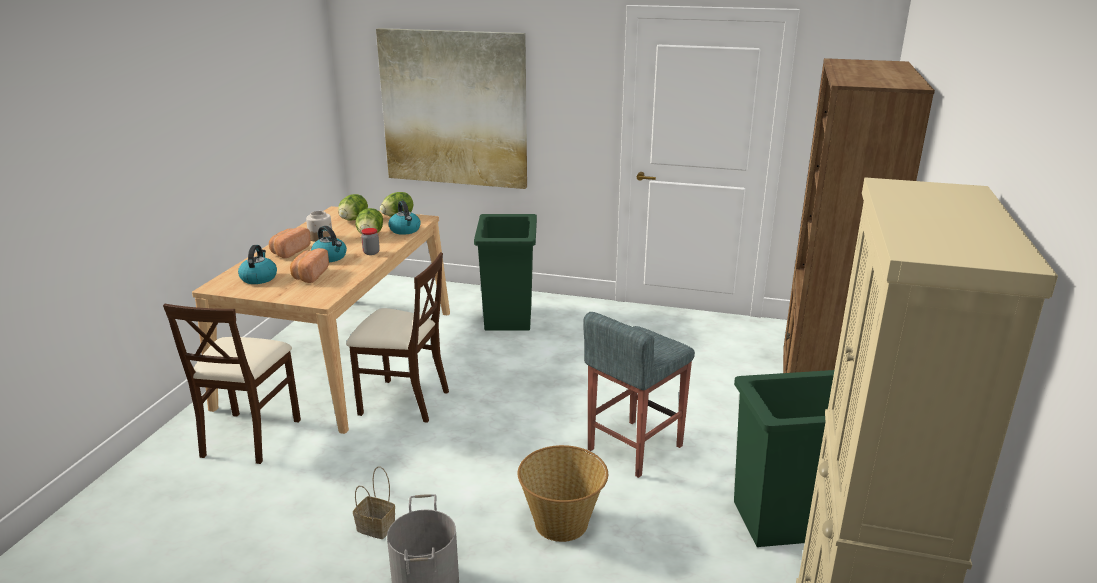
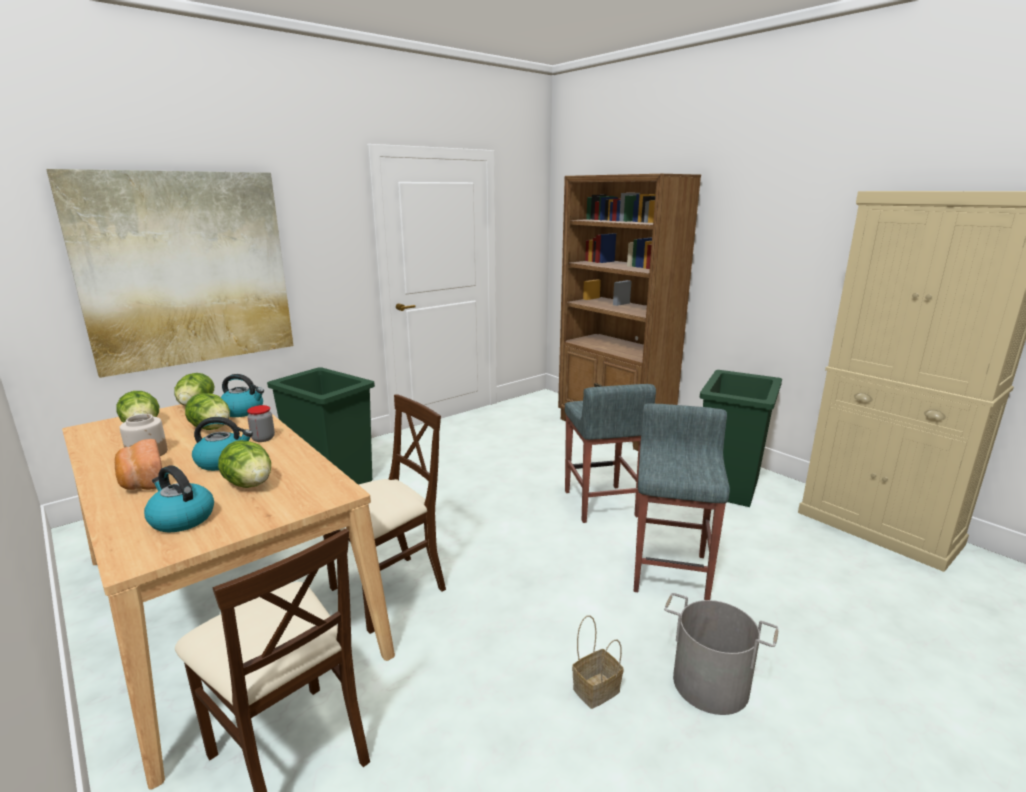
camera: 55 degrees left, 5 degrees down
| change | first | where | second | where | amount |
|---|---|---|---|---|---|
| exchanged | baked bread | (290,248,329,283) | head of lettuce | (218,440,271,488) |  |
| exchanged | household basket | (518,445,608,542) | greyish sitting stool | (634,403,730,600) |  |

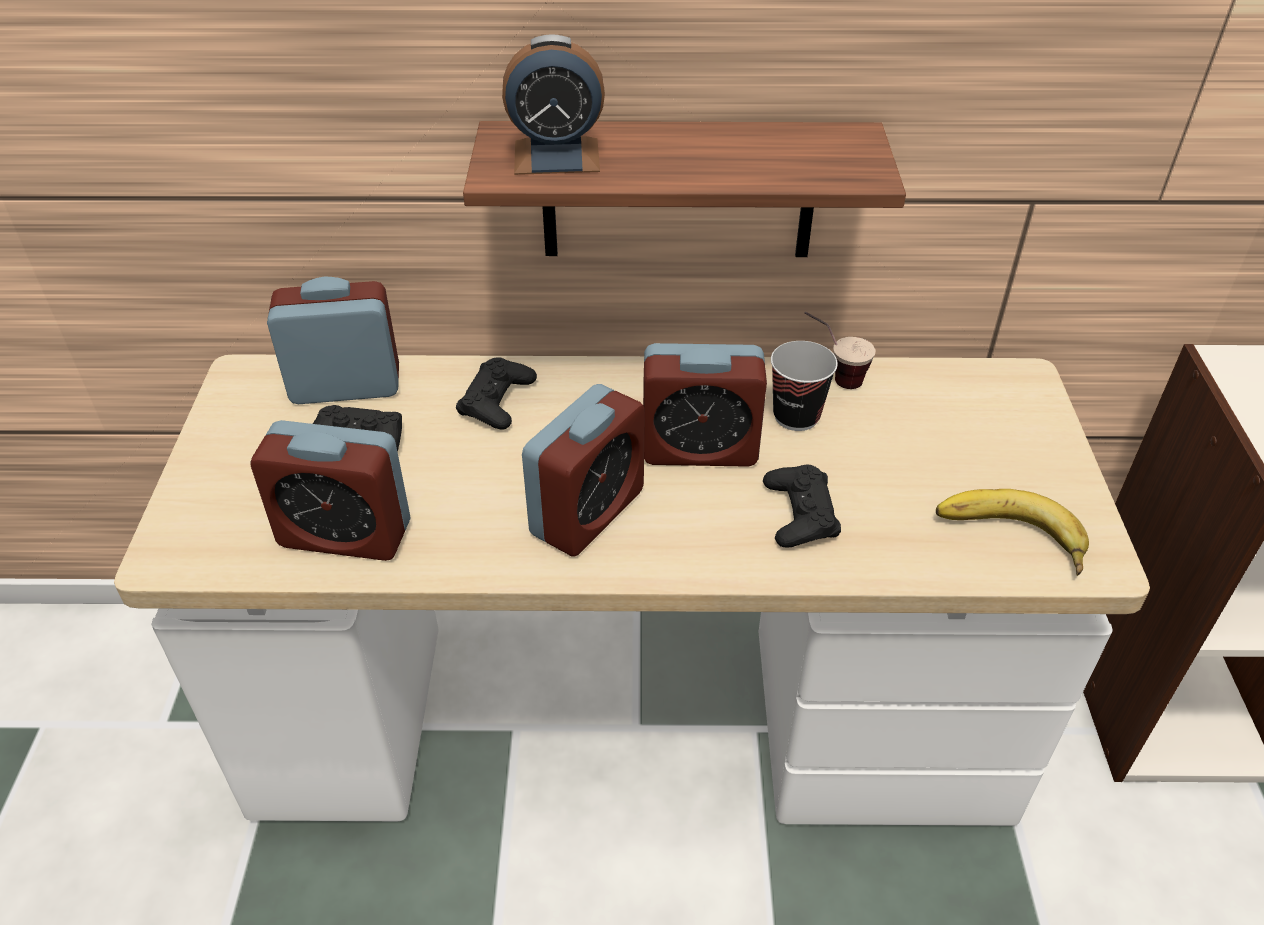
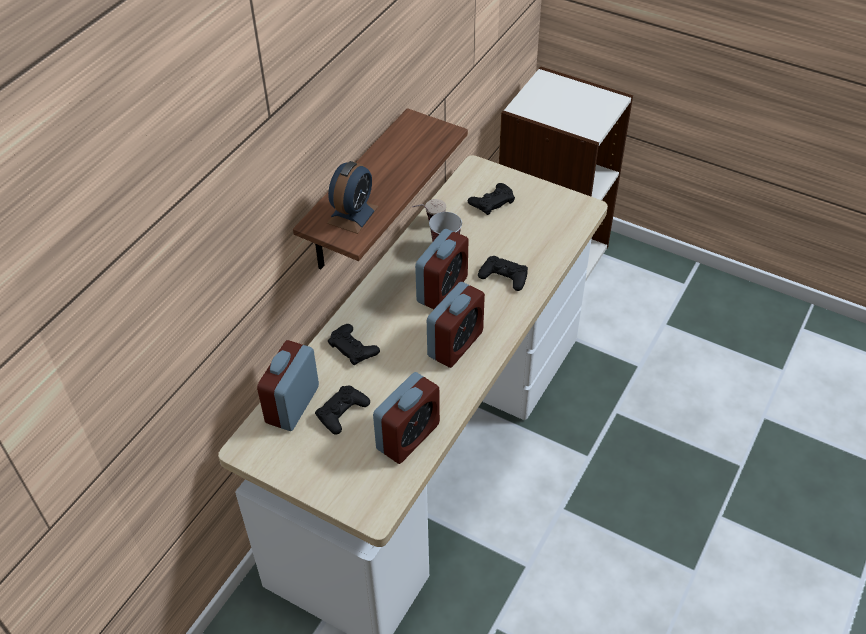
camera: 60 degrees left, 5 degrees up
| change | first | where | second | where | amount |
|---|---|---|---|---|---|
| spun | alarm clock | (522,384,645,556) |  | (427,282,485,368) | 60 degrees clockwise |
| appeared |  |  | black-coloured joypad | (468,183,515,215) |  |
| missing | banana | (936,489,1089,576) |  |  |  |

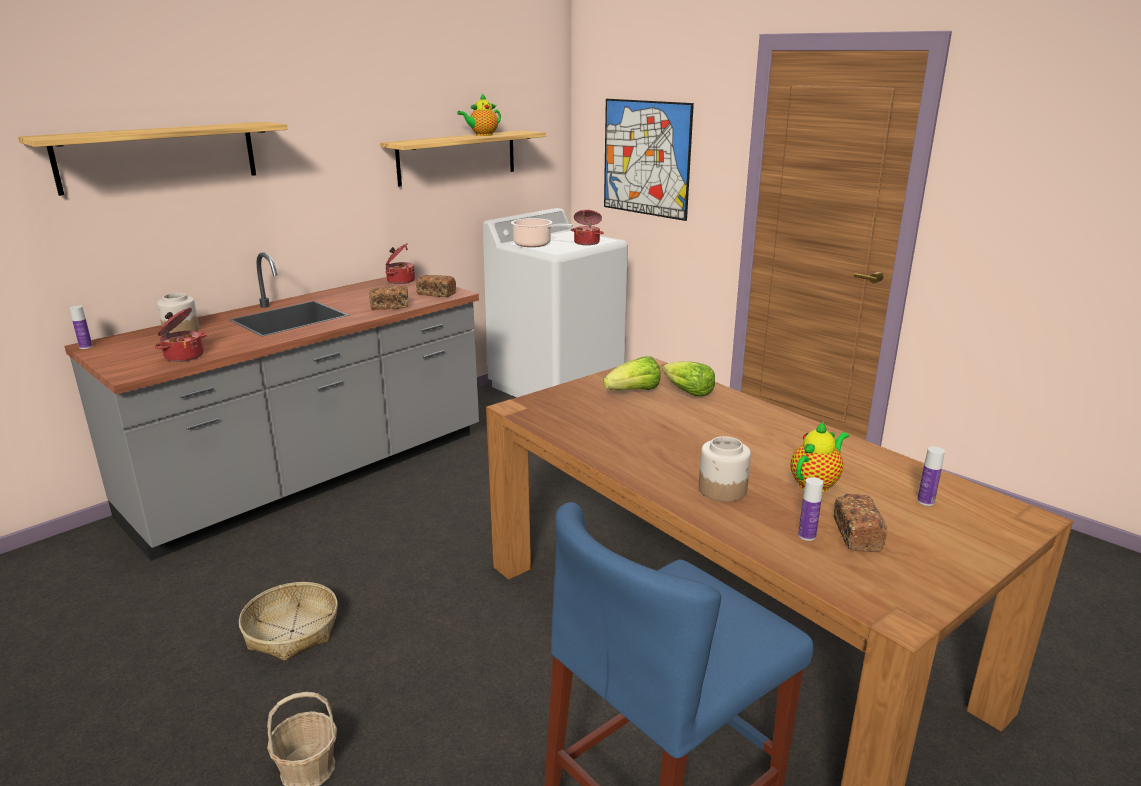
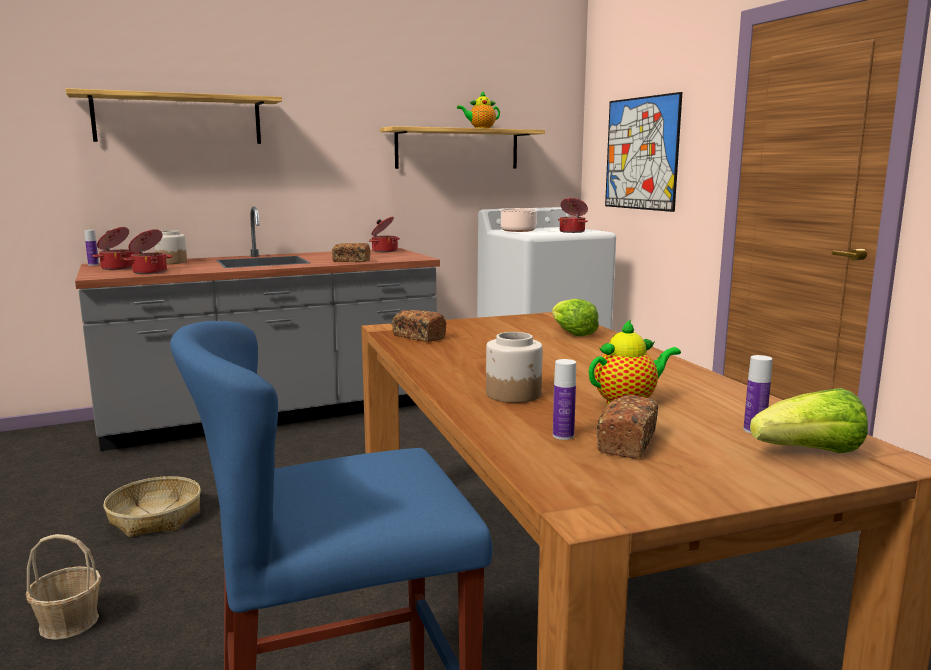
camera: 20 degrees right, 10 degrees down
| change | first | where | second | where | amount |
|---|---|---|---|---|---|
| appeared |  |  | stockpot | (93,227,139,270) |  |
| relocated | baked bread | (416,275,456,297) |  | (392,310,446,342) |  |
| relocated | head of lettuce | (603,356,661,390) |  | (750,388,868,453) |  |

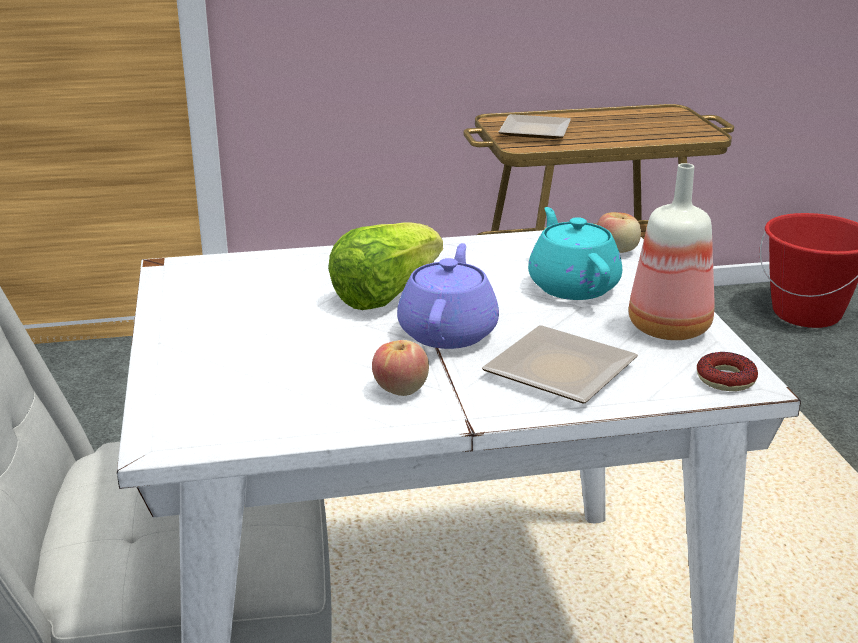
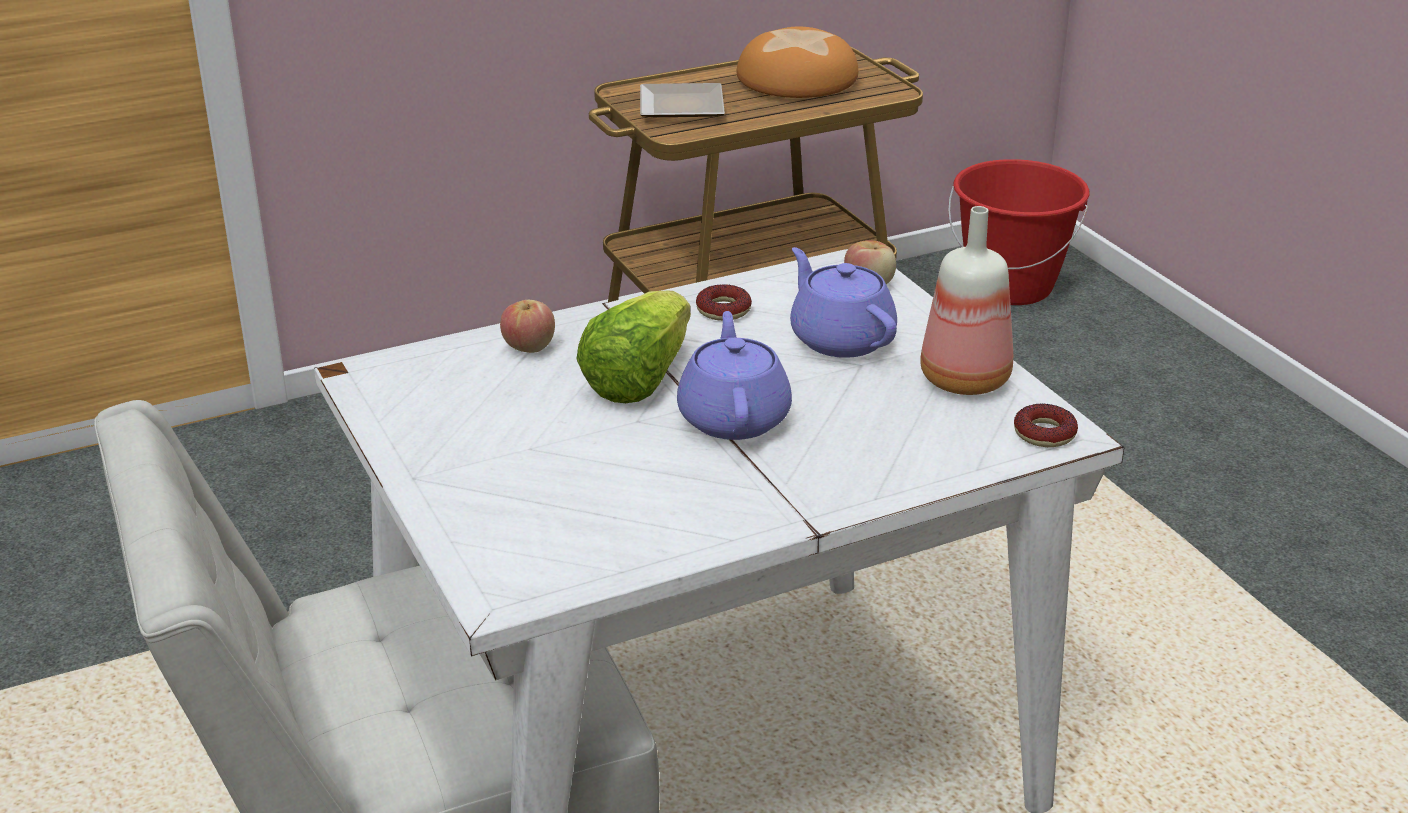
camera: 15 degrees left, 5 degrees up
| change | first | where | second | where | amount |
|---|---|---|---|---|---|
| relocated | apple fruit | (372,340,429,396) |  | (500,300,555,353) |  |
| appeared |  |  | ring doughnut | (696,284,752,321) |  |
| appeared |  |  | baked bread | (737,27,858,98) |  |
| colour | turquoise pot for tea | (528,207,622,300) | purplish pot for tea | (790,247,897,358) |  |
| missing | flat dish | (481,325,638,403) |  |  |  |

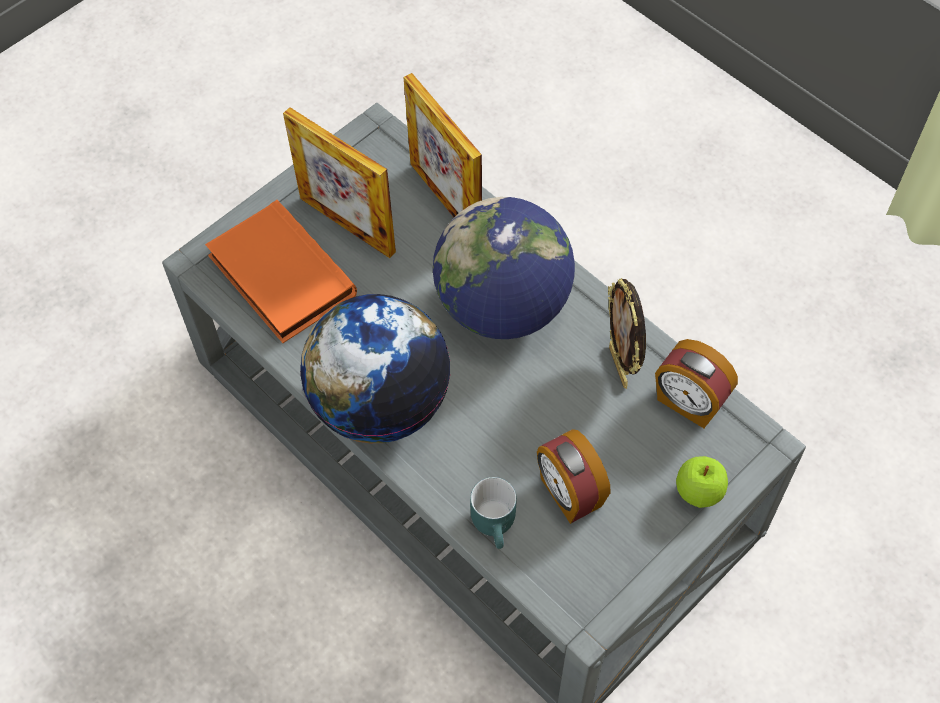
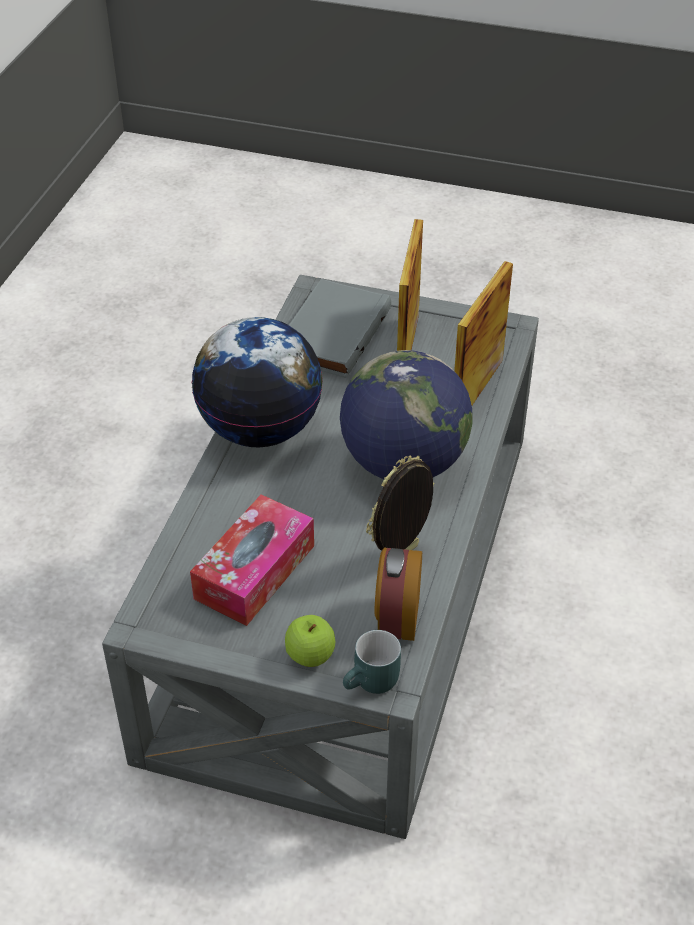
camera: 60 degrees right, 15 degrees down
| change | first | where | second | where | amount |
|---|---|---|---|---|---|
| exchanged | alarm clock | (537,429,611,524) | tissue box | (190,495,314,626) |  |
| colour | orange book | (205,200,357,343) | greyish book | (289,279,391,378) |  |
| relocated | turquoise tea mug | (470,477,517,549) |  | (343,630,401,694) |  |

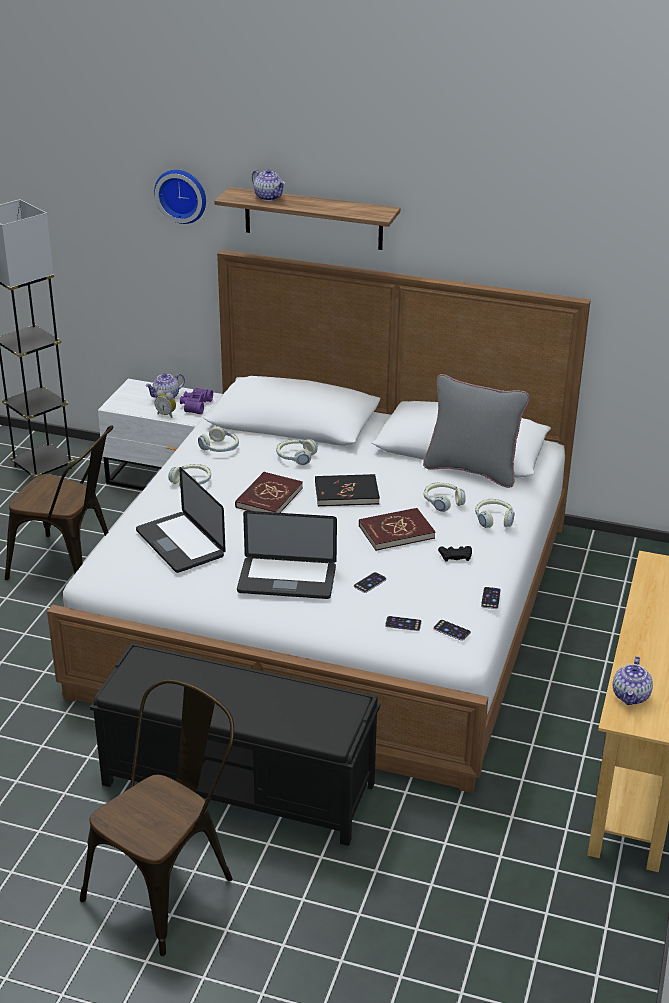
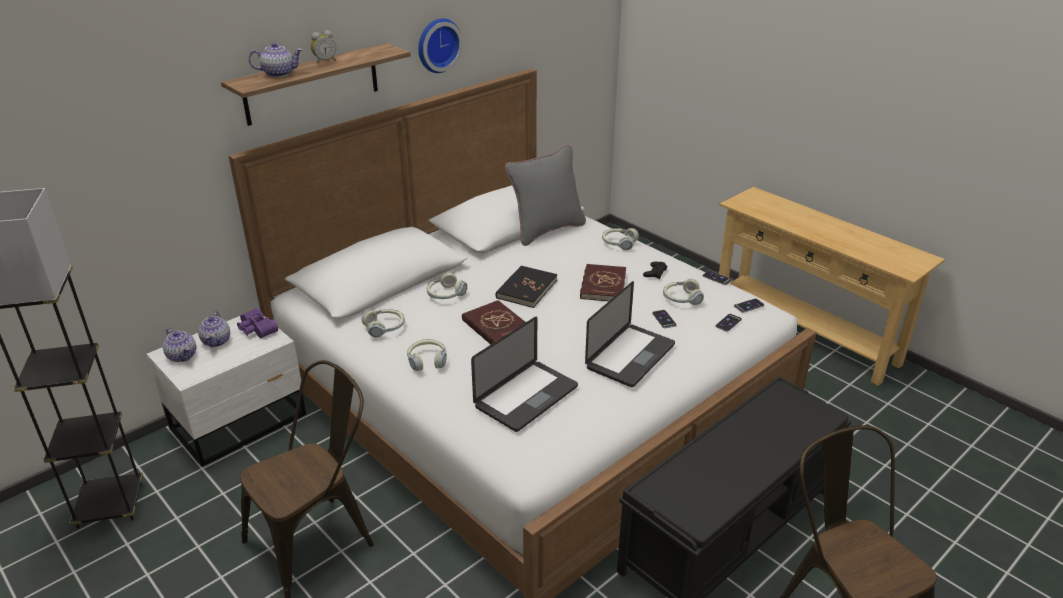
camera: 60 degrees left, 0 degrees up
| change | first | where | second | where | amount |
|---|---|---|---|---|---|
| relocated | pot for tea | (613,656,653,705) |  | (163,328,196,362) |  |
| relocated | alarm clock | (155,390,176,418) |  | (311,30,336,64) |  |
| relocated | clock on the wall | (154,170,206,224) |  | (418,18,463,73) |  |
| spun | laptop | (136,467,226,573) |  | (471,317,578,432) | 45 degrees counterclockwise |
| relocated | pair of headphones | (424,483,466,512) |  | (663,279,704,305) |  |

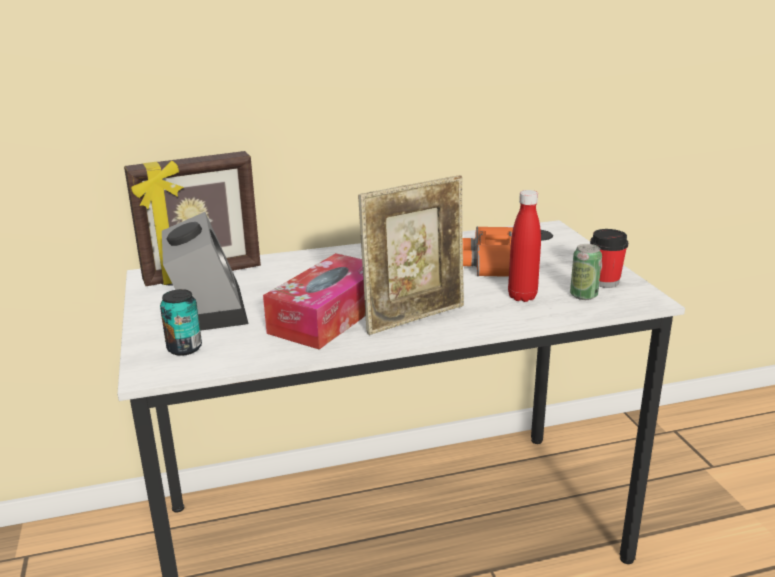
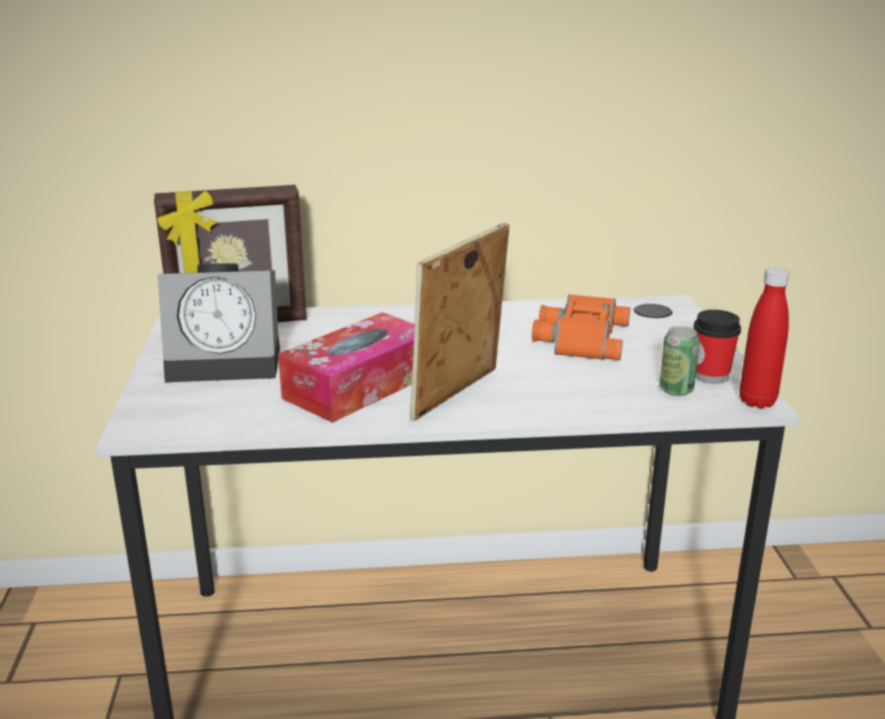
camera: 10 degrees right, 0 degrees up
| change | first | where | second | where | amount |
|---|---|---|---|---|---|
| spun | alarm clock | (162,212,248,331) |  | (157,263,280,382) | 90 degrees clockwise |
| spun | picture frame | (358,176,464,335) |  | (410,222,509,421) | 150 degrees clockwise |
| relocated | red drink bottle | (508,190,541,302) |  | (739,267,790,409) |  |
| missing | metal can | (160,289,202,356) |  |  |  |

